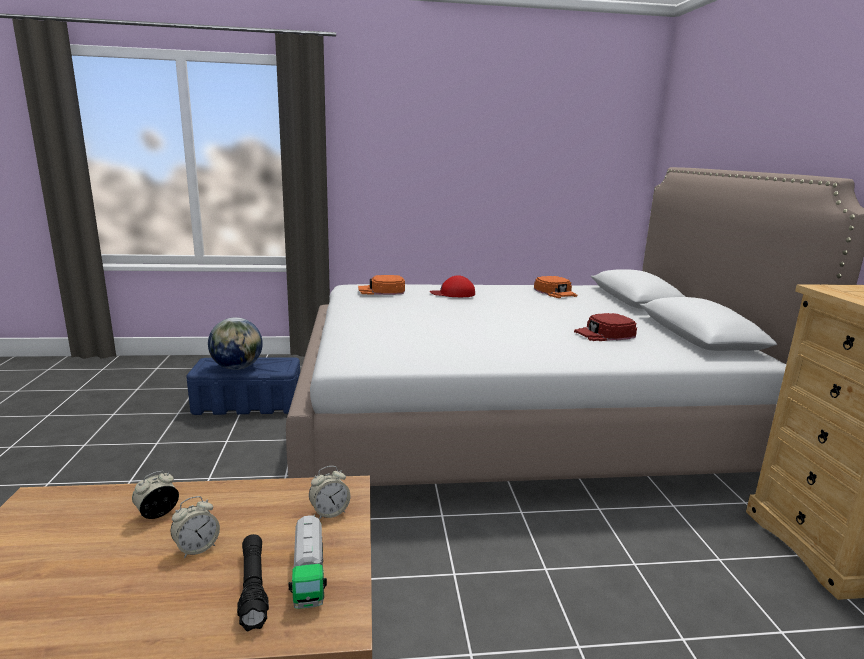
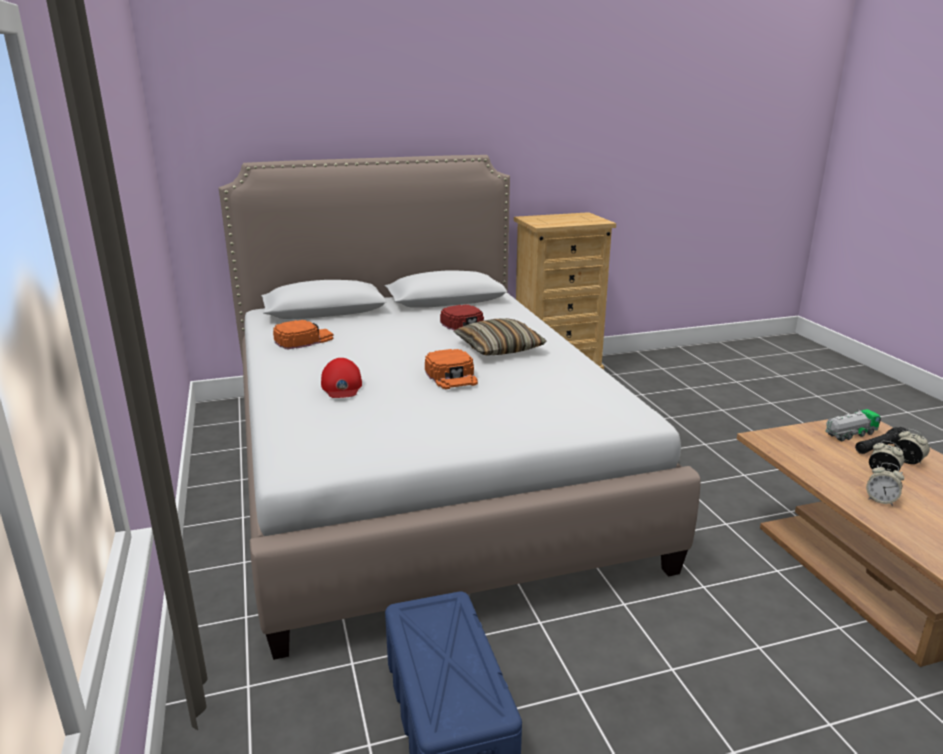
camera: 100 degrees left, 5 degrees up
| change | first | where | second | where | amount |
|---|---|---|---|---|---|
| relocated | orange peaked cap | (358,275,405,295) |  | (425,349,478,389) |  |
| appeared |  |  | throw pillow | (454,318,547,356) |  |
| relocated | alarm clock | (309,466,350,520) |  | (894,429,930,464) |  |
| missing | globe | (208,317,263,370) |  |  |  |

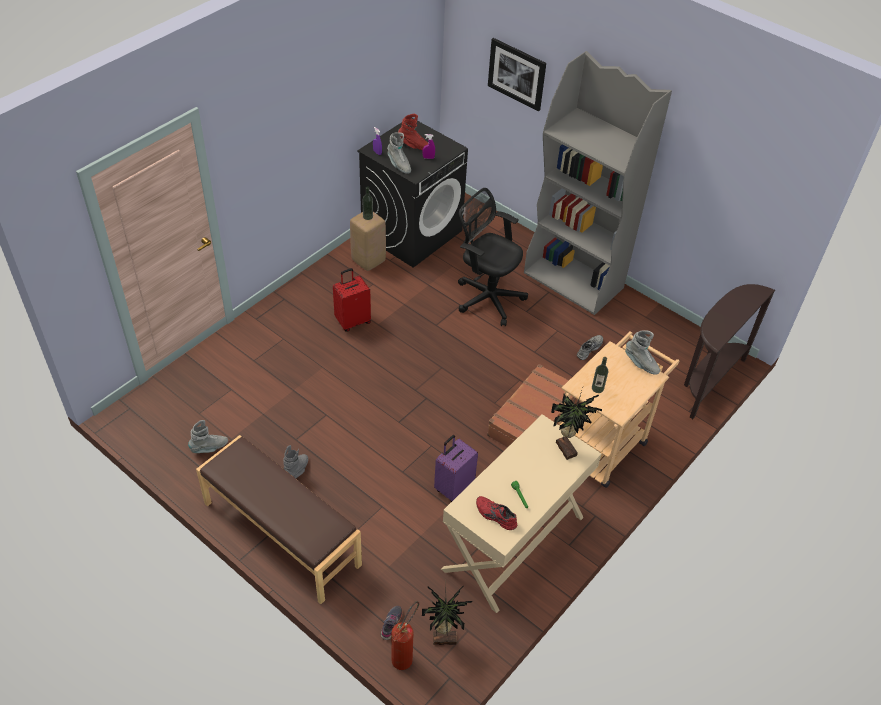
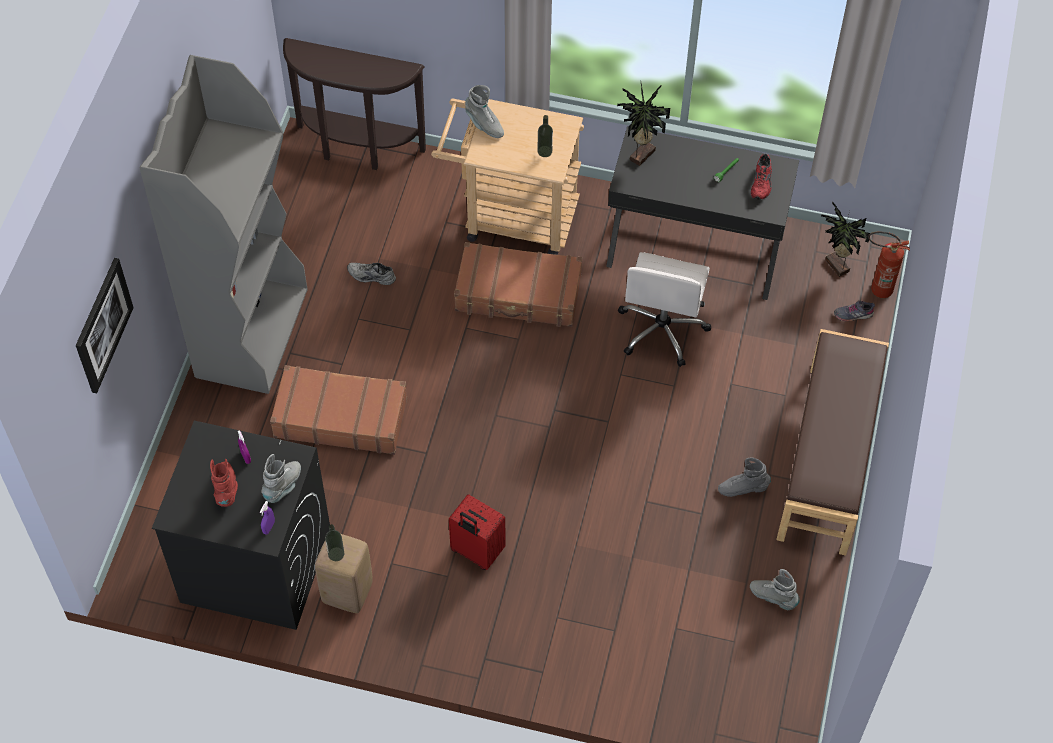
camera: 115 degrees left, 10 degrees up
| change | first | where | second | where | amount |
|---|---|---|---|---|---|
| exchanged | black-coloured computer chair | (458,188,528,327) | brownish suitcase | (270,365,407,455) |  |
| spun | greyish high-top boot | (625,330,660,375) |  | (465,85,504,138) | 120 degrees clockwise |
| colour | beige desk unit | (441,414,601,613) | black-coloured desk unit | (606,127,799,300) |  |
| exchanged | purplish suitcase | (434,435,478,502) | whitish computer chair | (618,252,712,367) |  |

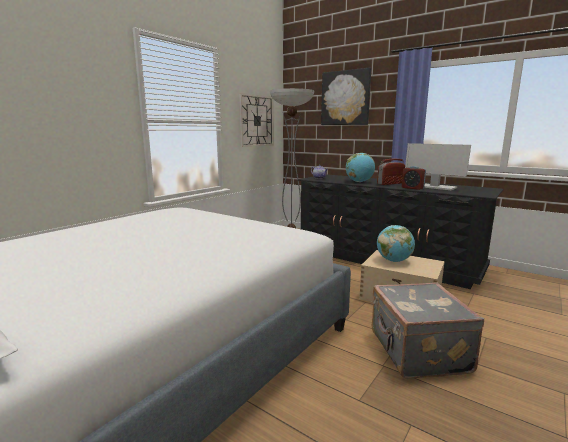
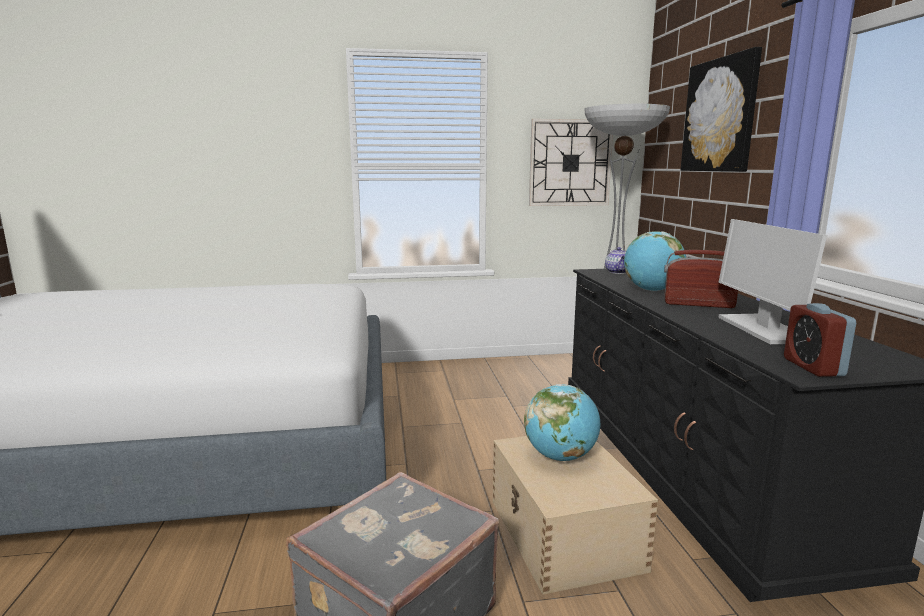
camera: 45 degrees right, 0 degrees up
| change | first | where | second | where | amount |
|---|---|---|---|---|---|
| relocated | alarm clock | (402,166,426,190) |  | (784,303,856,377) |  |

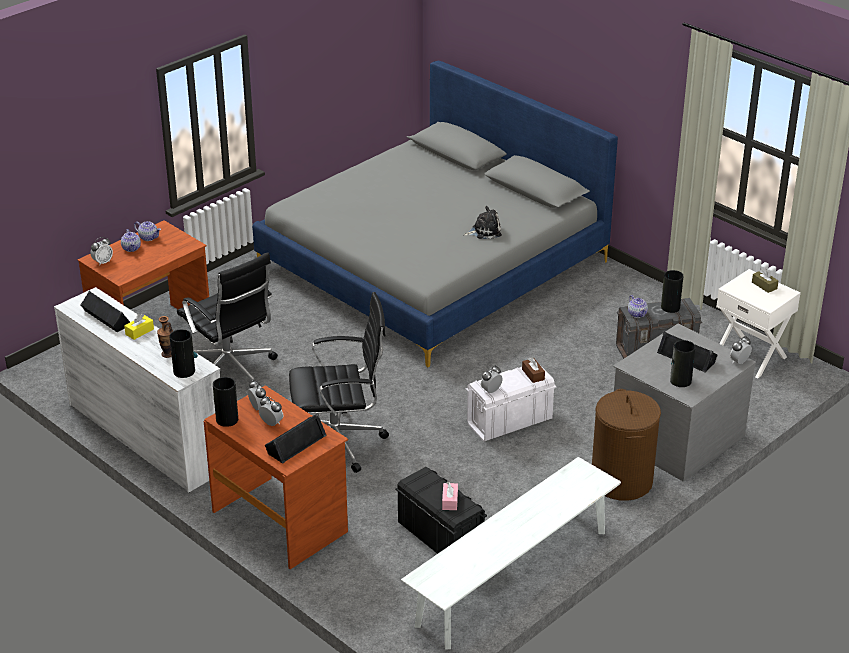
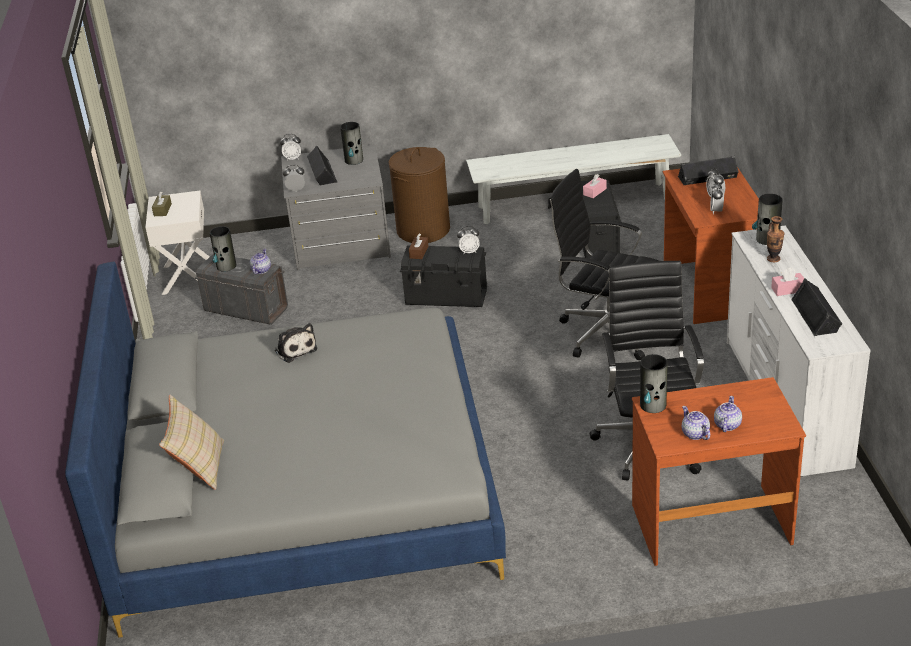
camera: 140 degrees left, 0 degrees up
| change | first | where | second | where | amount |
|---|---|---|---|---|---|
| appeared |  |  | beige throw pillow | (159,395,224,490) |  |
| spun | cuddly toy | (464,206,502,239) |  | (275,323,317,363) | 150 degrees counterclockwise |
| relocated | alarm clock | (90,237,113,266) |  | (283,165,305,191) |  |
| colour | whitish storage container | (466,367,556,442) | black-coloured storage container | (400,245,487,307) |  |
| relocated | vase | (213,377,238,427) |  | (640,354,668,413) |  |
| colour | yellowish tissue box | (124,313,154,340) | pinkish tissue box | (771,268,805,296) |  |

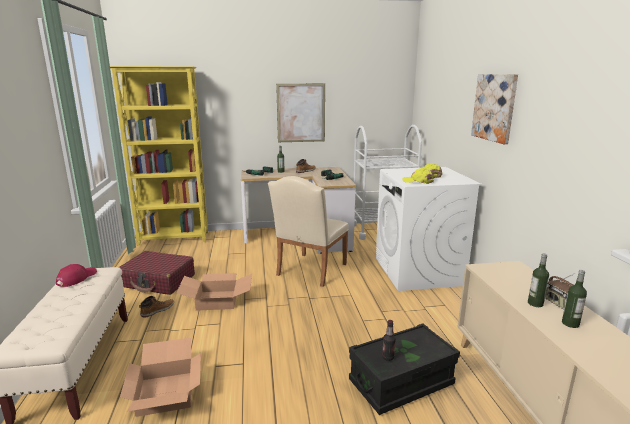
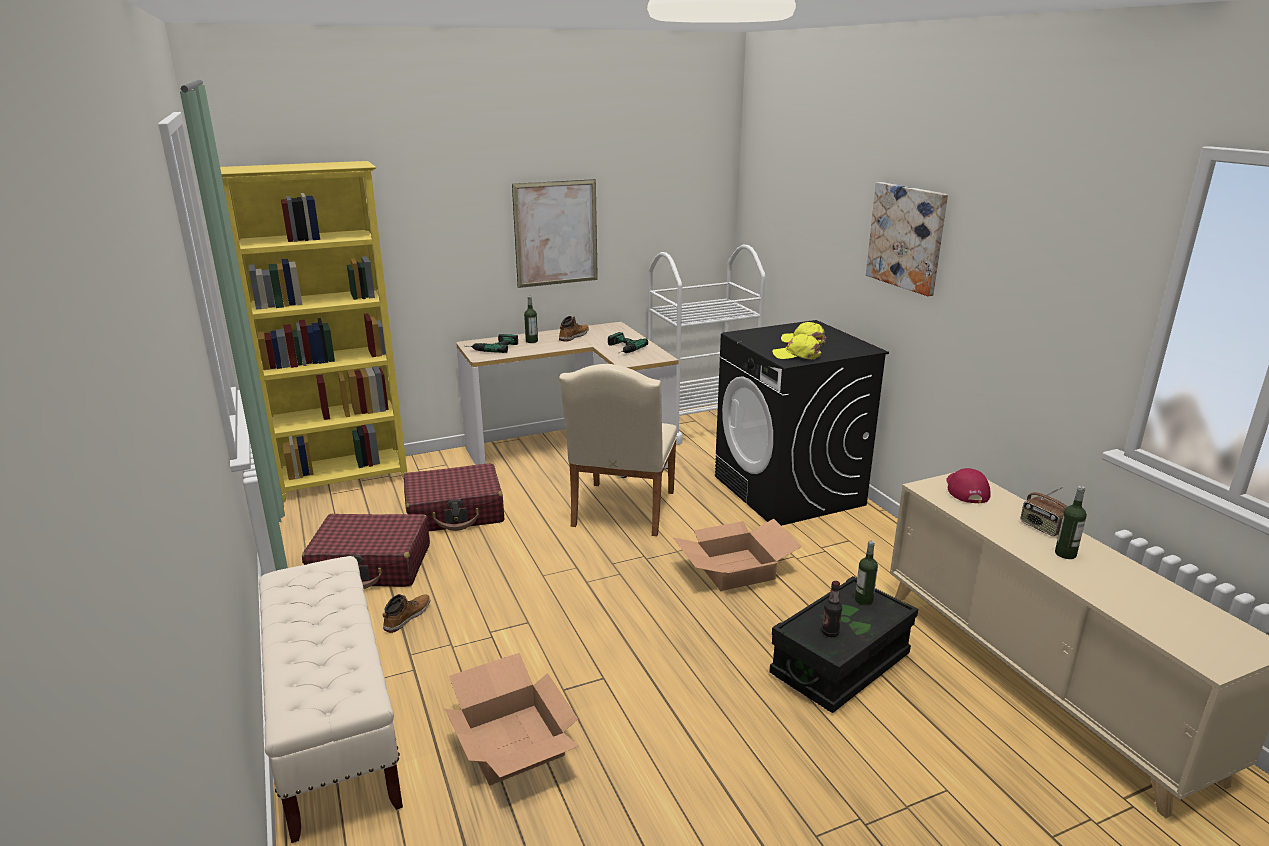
camera: 15 degrees left, 5 degrees up
| change | first | where | second | where | amount |
|---|---|---|---|---|---|
| appeared |  |  | red suitcase | (404,463,504,532) |  |
| relocated | carton | (176,273,252,311) |  | (673,519,802,591) |  |
| colour | whitish laundry appliance | (376,167,482,291) | black-coloured laundry appliance | (715,320,889,526) |  |
| relocated | drink bottle | (528,253,549,307) |  | (855,541,878,606) |  |
| relocated | red peaked cap | (56,264,97,287) |  | (947,468,991,503) |  |

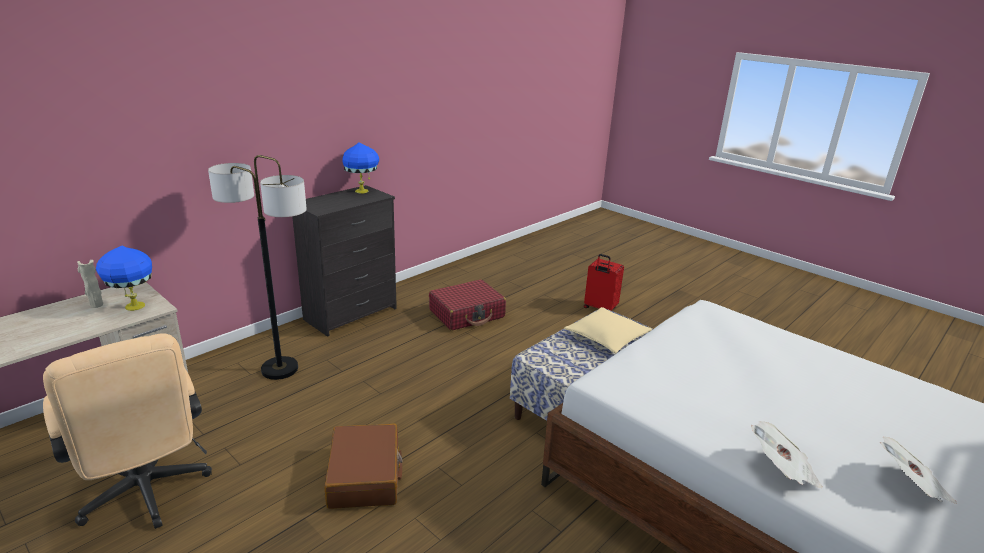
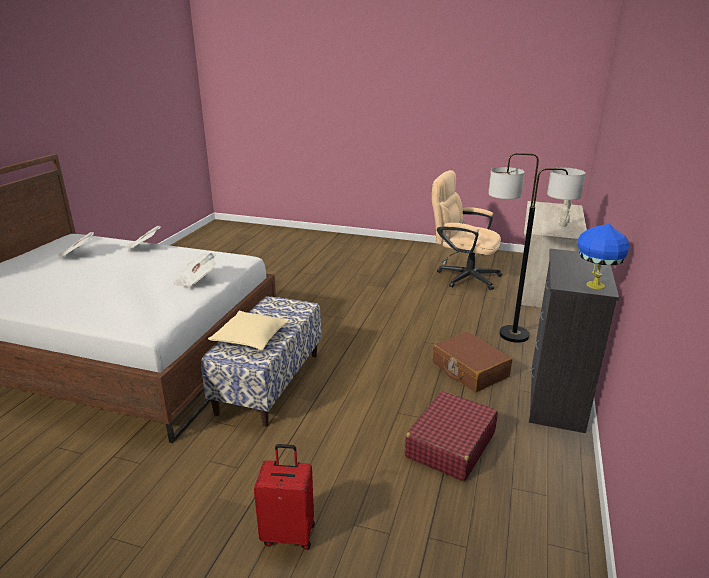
camera: 155 degrees right, 0 degrees up
| change | first | where | second | where | amount |
|---|---|---|---|---|---|
| appeared |  |  | daily paper | (174,253,216,287) |  |
| relocated | brownish suitcase | (324,423,403,509) |  | (433,332,512,392) |  |
| missing | blue-coloured tabletop lamp | (96,246,152,311) |  |  |  |

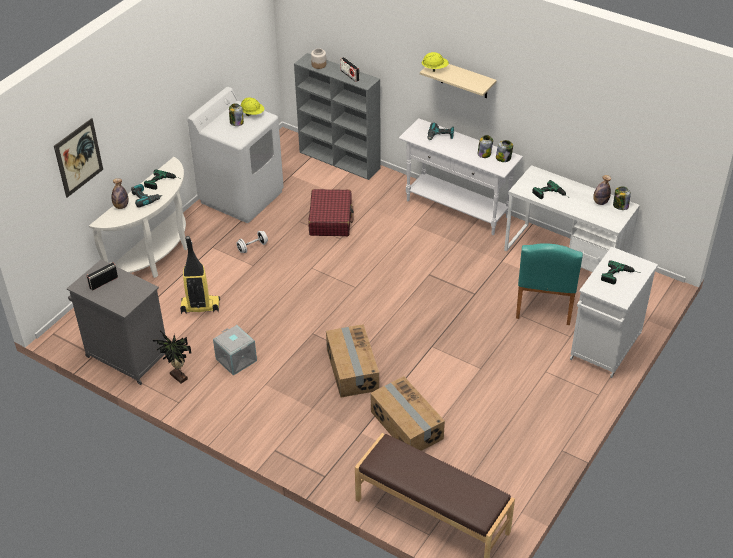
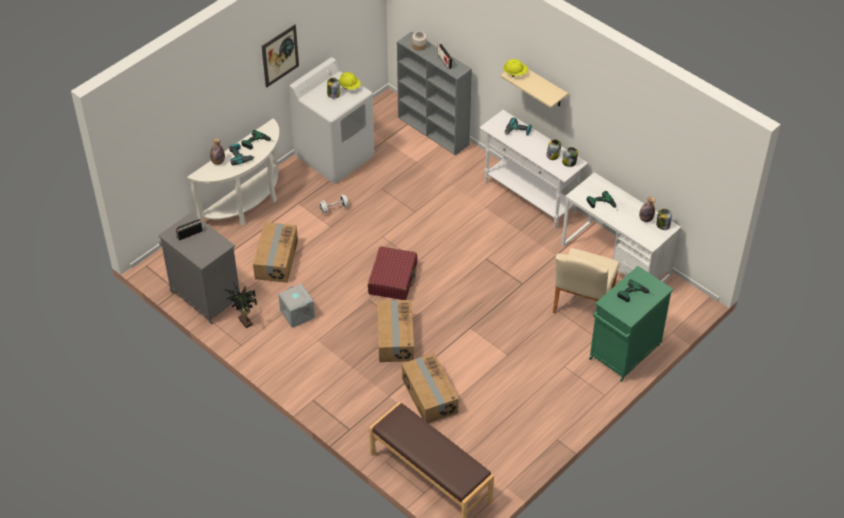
camera: 10 degrees right, 5 degrees up
| change | first | where | second | where | amount |
|---|---|---|---|---|---|
| exchanged | hoover | (180,236,220,314) | carton | (253,222,298,283) |  |
| relocated | wall picture | (54,118,103,198) |  | (262,25,299,88) |  |
| relocated | red suitcase | (309,189,354,236) |  | (368,246,417,300) |  |
| colour | turquoise chair | (516,243,583,325) | beige chair | (553,248,619,314) |  |
| colour | whitish cabinet | (570,247,658,378) | green-coloured cabinet | (589,266,673,382) |  |

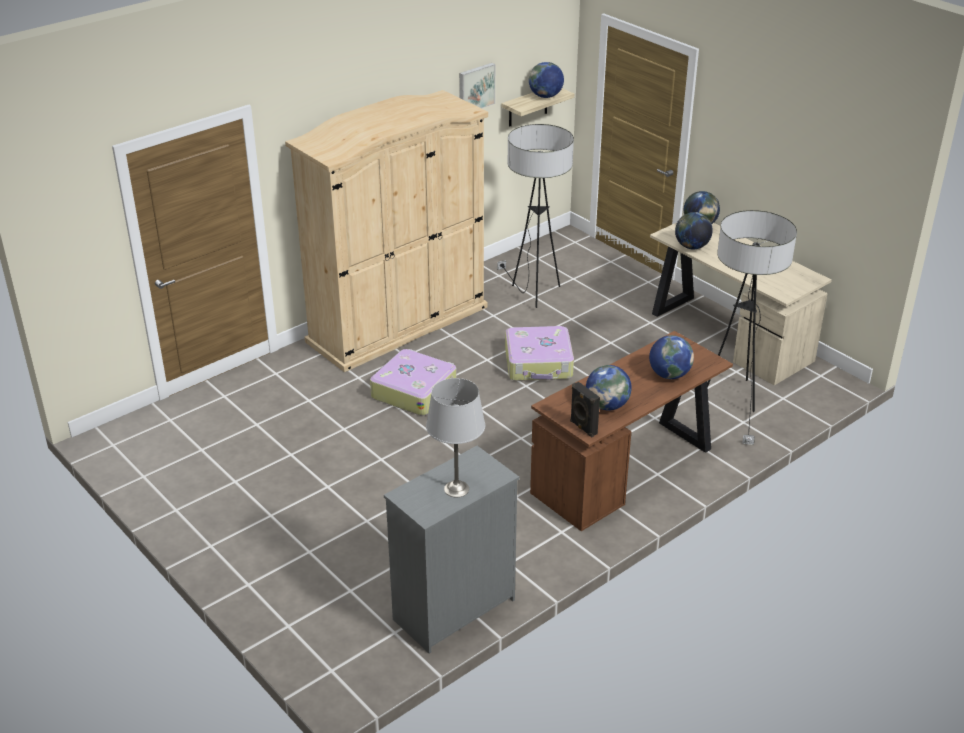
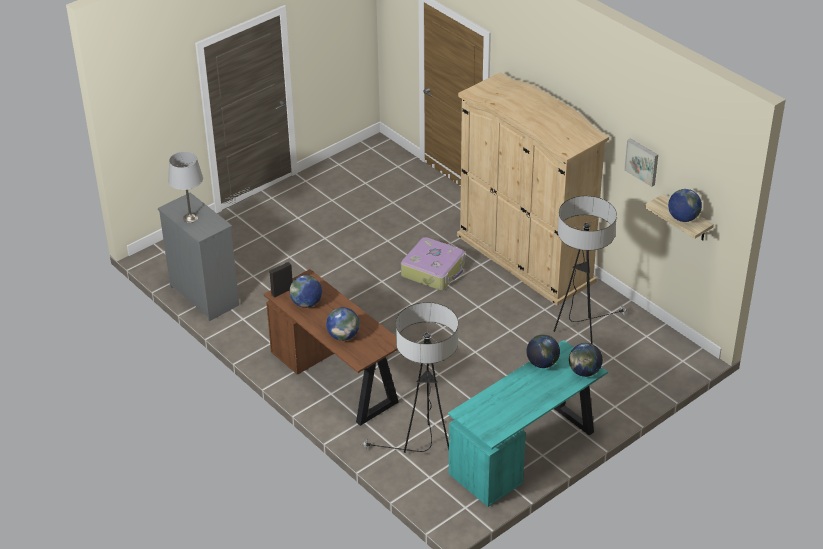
camera: 90 degrees right, 5 degrees up
| change | first | where | second | where | amount |
|---|---|---|---|---|---|
| colour | beige desk unit | (650,223,832,385) | turquoise desk unit | (448,340,608,507) |  |
| missing | suitcase | (505,326,574,381) |  |  |  |

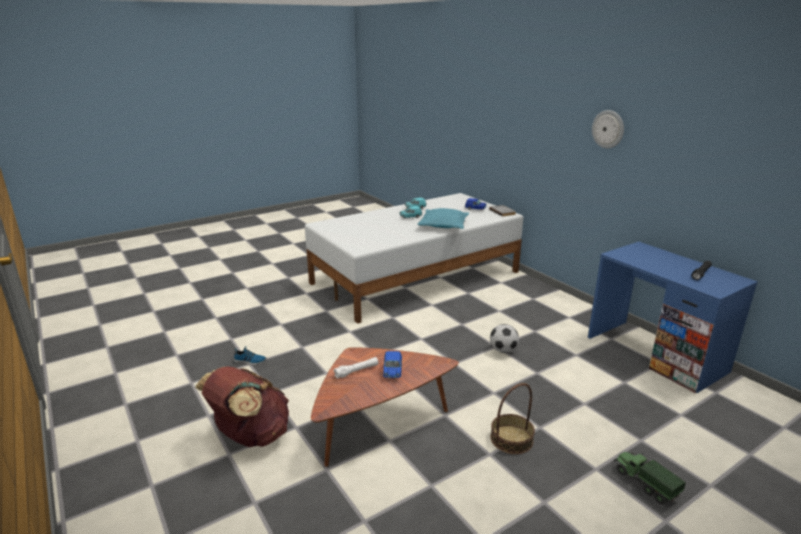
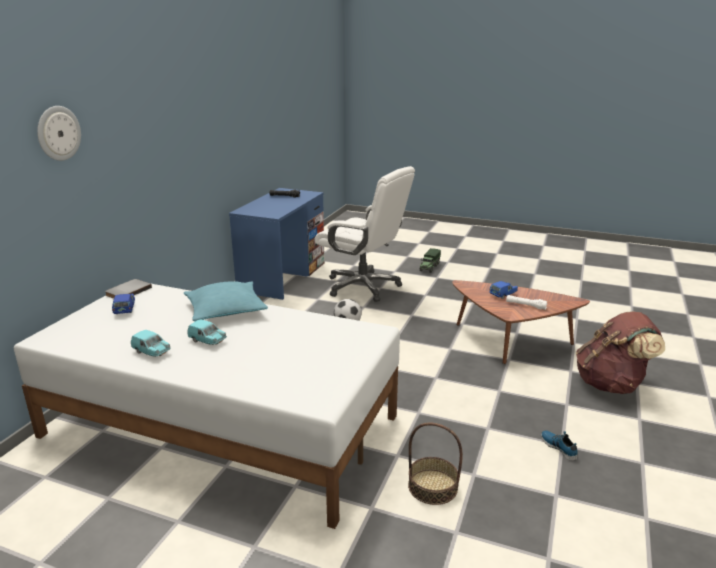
camera: 125 degrees left, 0 degrees up
| change | first | where | second | where | amount |
|---|---|---|---|---|---|
| relocated | clock on the wall | (592,110,624,148) |  | (37,106,81,161) |  |
| appeared |  |  | whitish computer chair | (315,166,415,302) |  |
| relocated | household basket | (490,383,535,454) |  | (408,423,463,505) |  |

